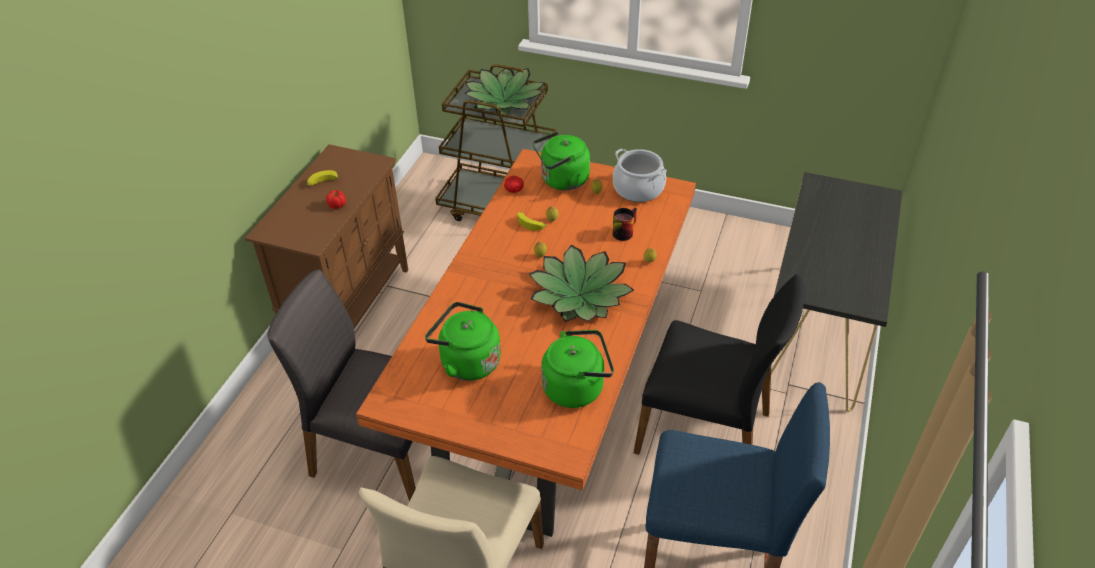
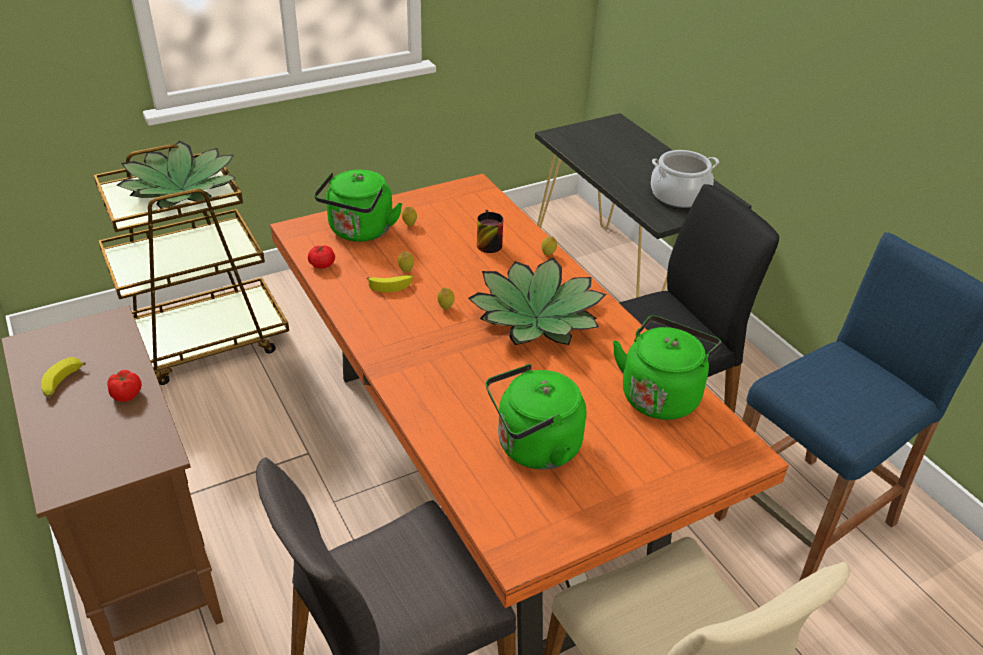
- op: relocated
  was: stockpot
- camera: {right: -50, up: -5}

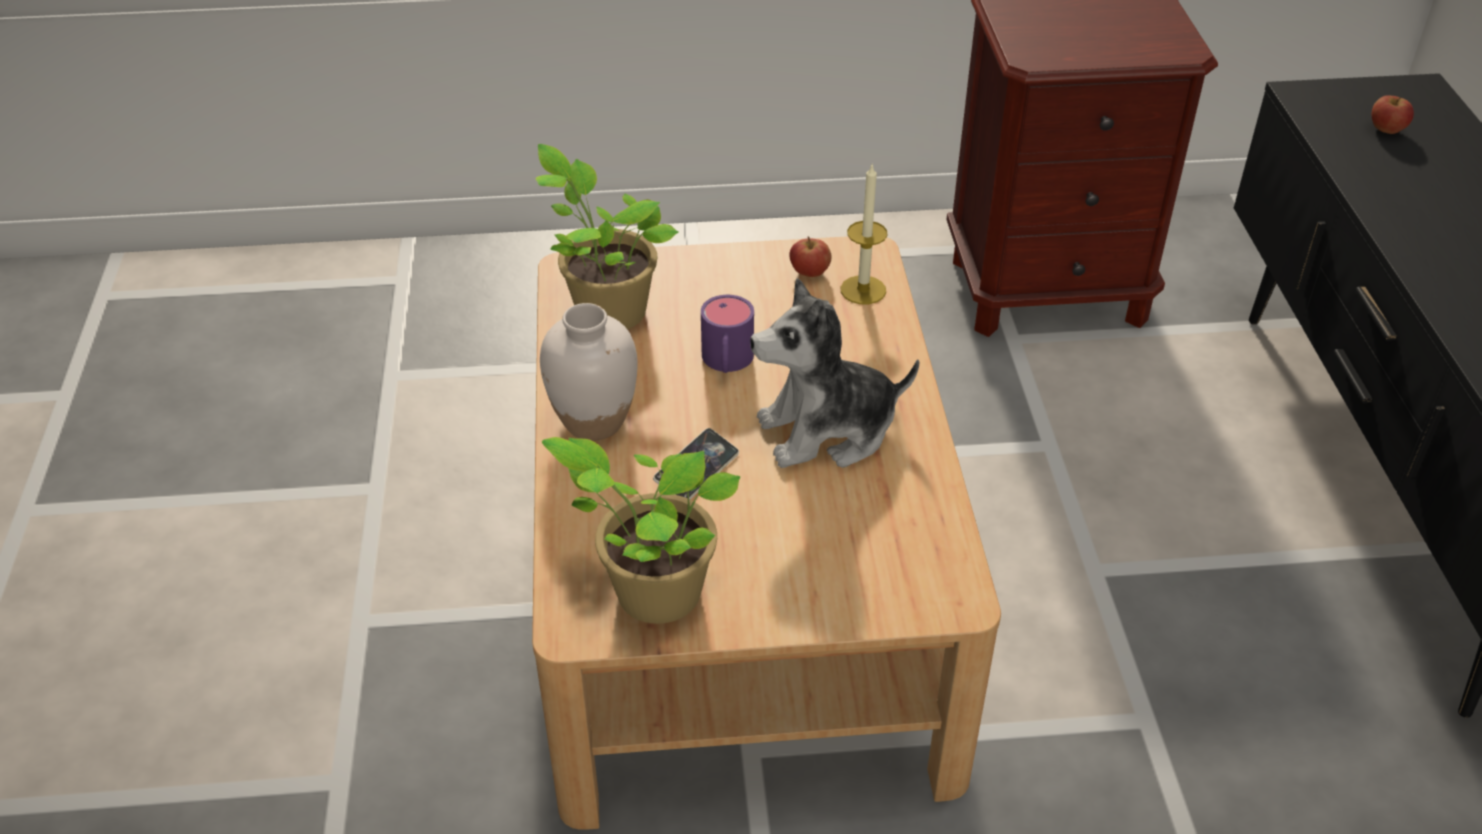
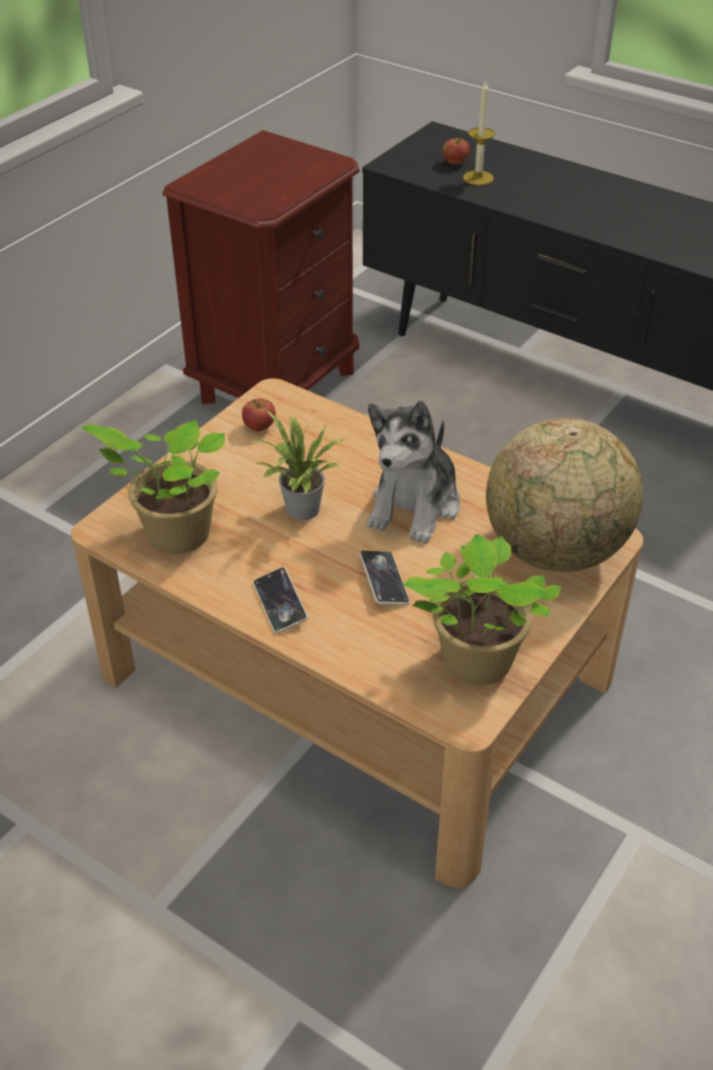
- op: appeared
  now: globe
- op: relocated
  was: wax light
- op: exchanged
  was: white vase
  now: phone (no. 1 from left)
- op: exchanged
  was: purplish mug
  now: potted plant (no. 2 from left)
- camera: {right: -50, up: 0}

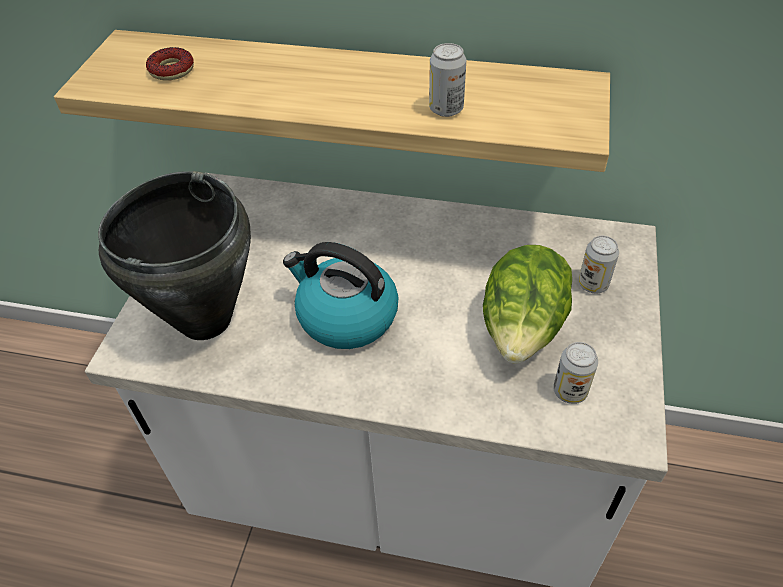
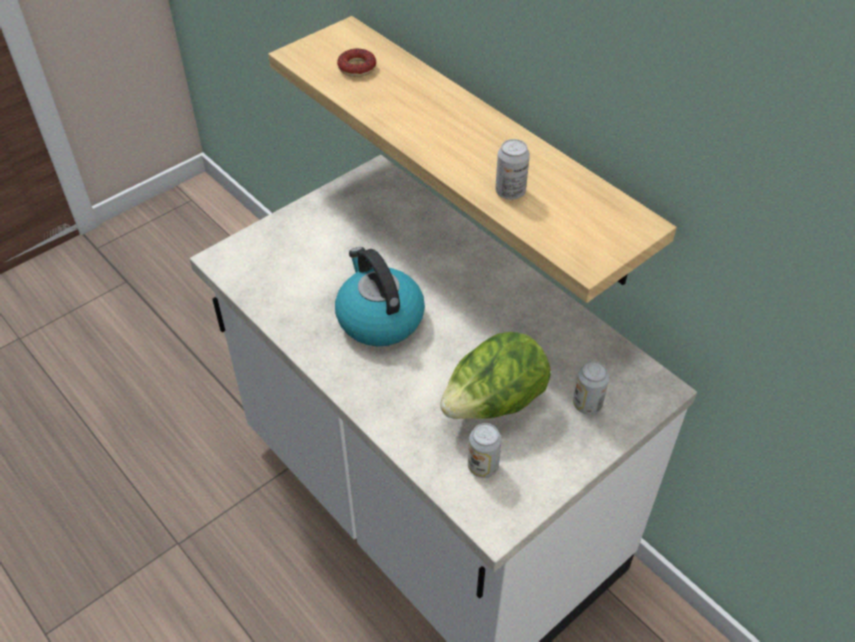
- op: missing
  was: black-coloured stockpot
- camera: {right: 35, up: 0}

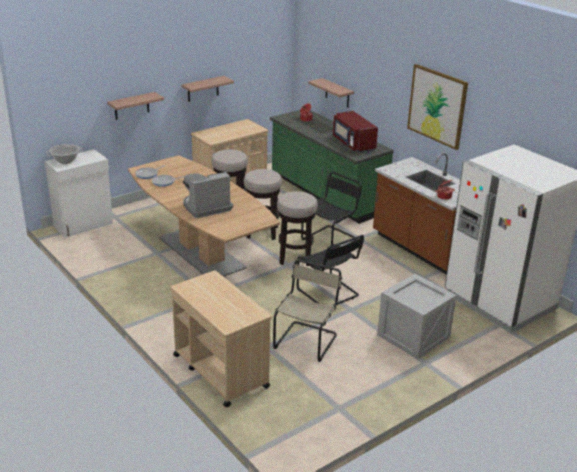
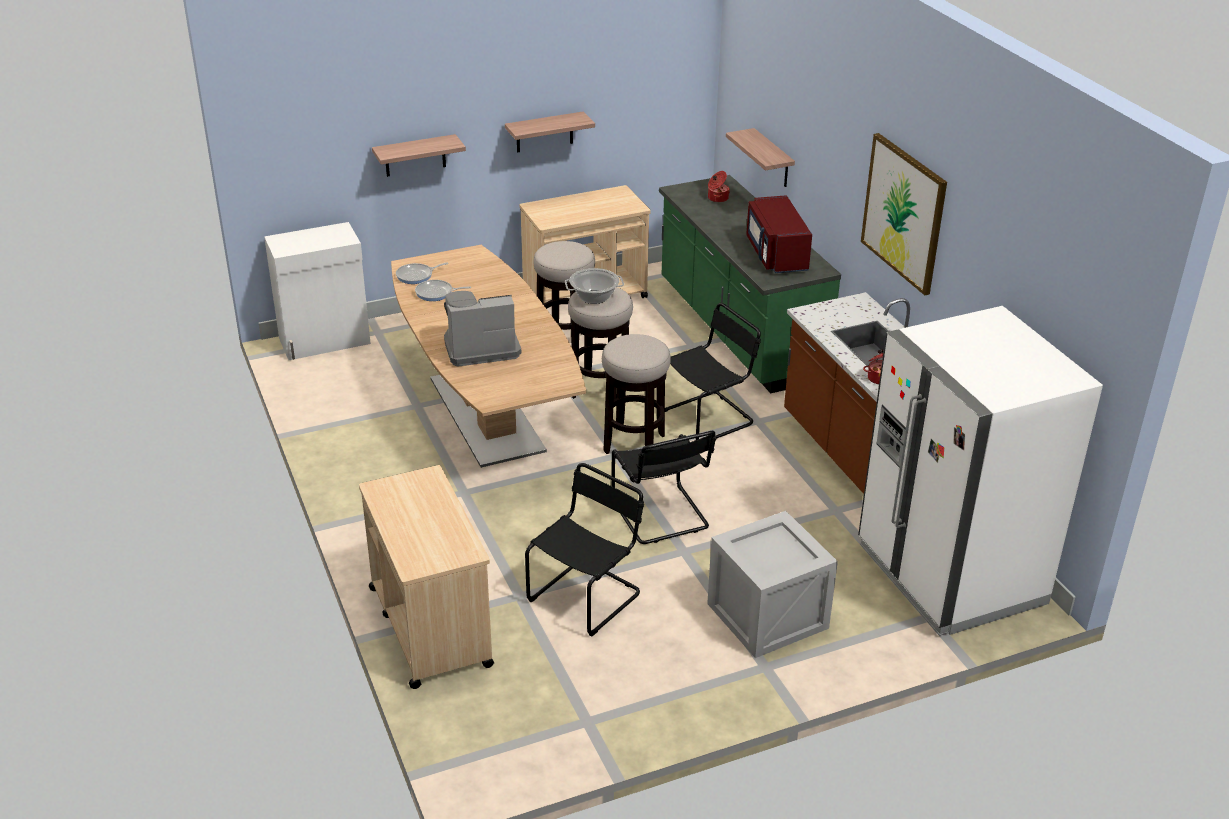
- op: relocated
  was: stockpot (no. 1 from left)
- op: colour
  was: beige-coloured upright chair
  now: black-coloured upright chair (no. 1 from left)
- camera: {right: 15, up: 5}

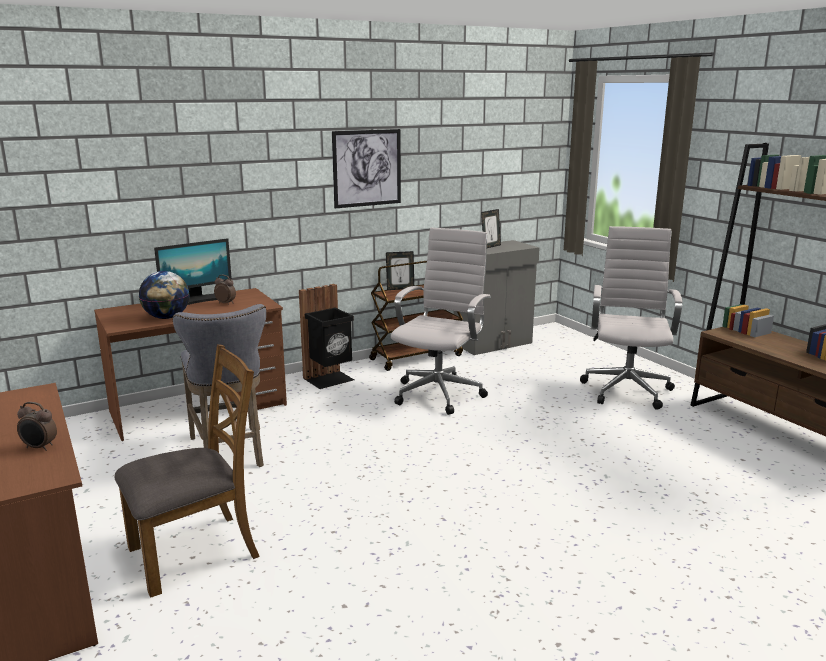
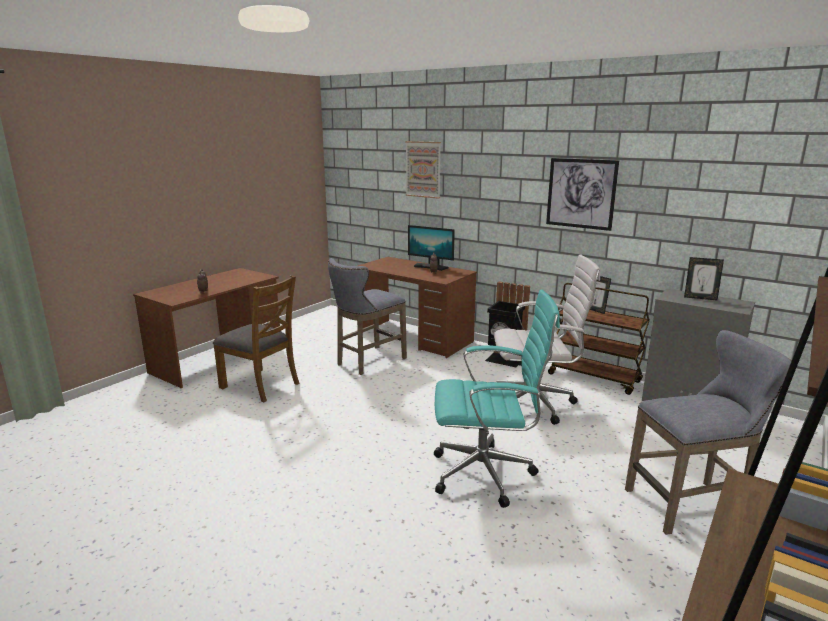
- op: missing
  was: globe
- op: appeared
  now: picture (no. 1 from left)
- op: appeared
  now: blue-green office chair
- op: exchanged
  was: white office chair (no. 2 from left)
  now: gray stool (no. 2 from left)
- camera: {right: 65, up: 0}

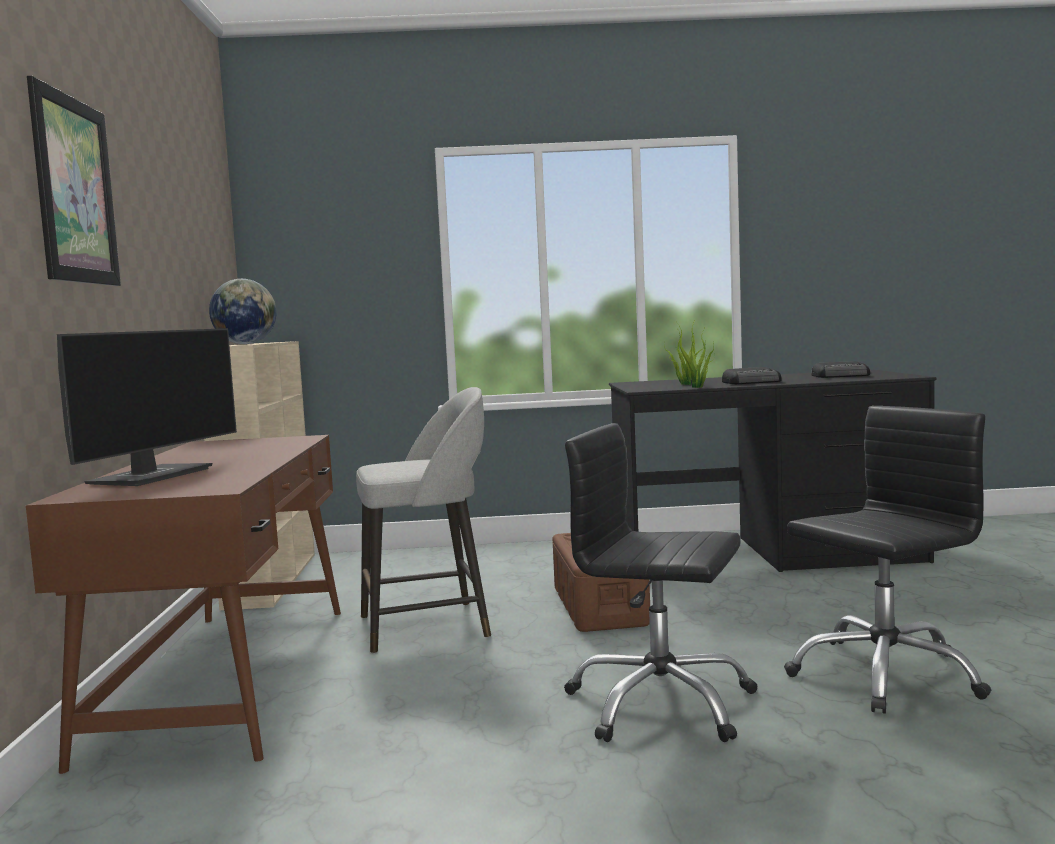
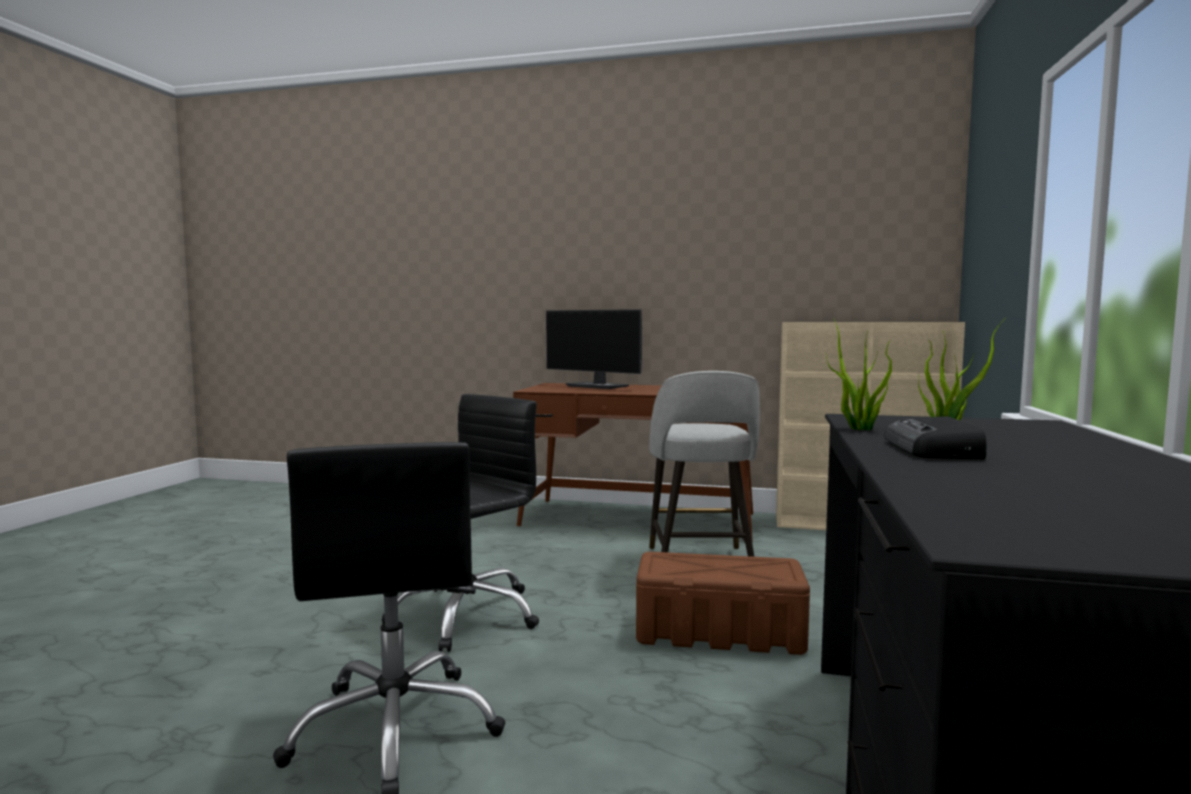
- op: missing
  was: picture
- op: missing
  was: globe
- op: missing
  was: radio receiver (no. 2 from left)
- camera: {right: 105, up: 0}

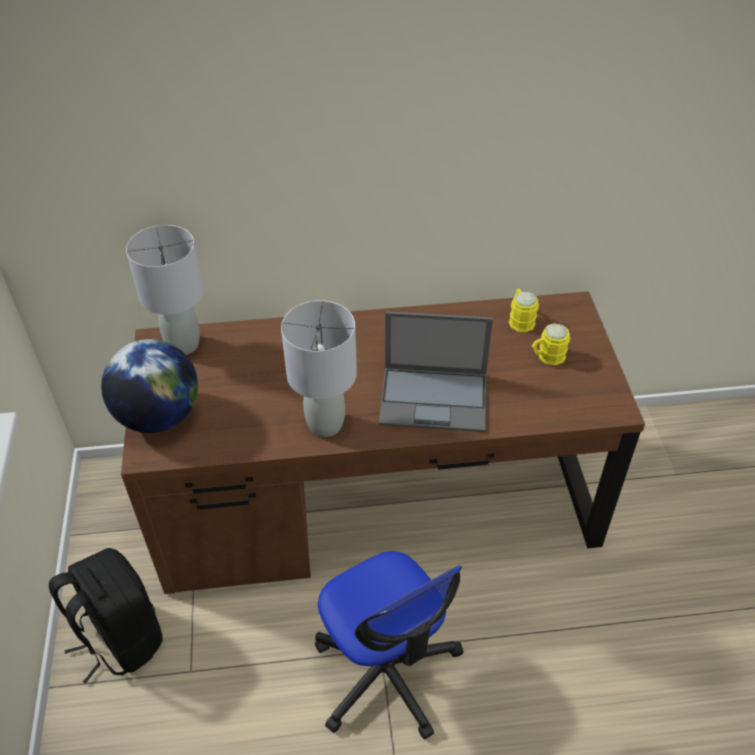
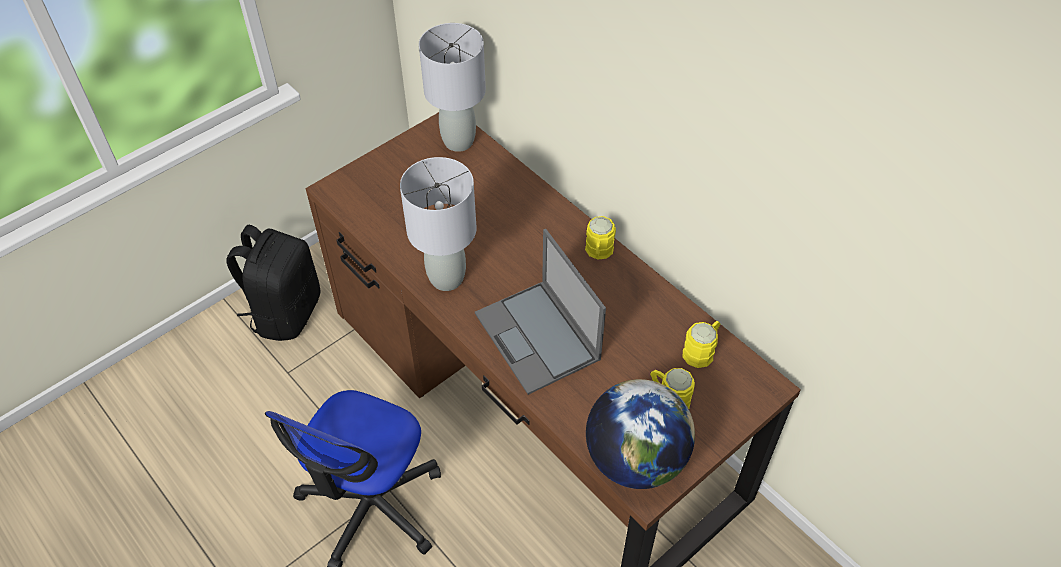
- op: appeared
  now: yellowish mug (no. 1 from left)
- op: relocated
  was: globe
- camera: {right: 55, up: 5}

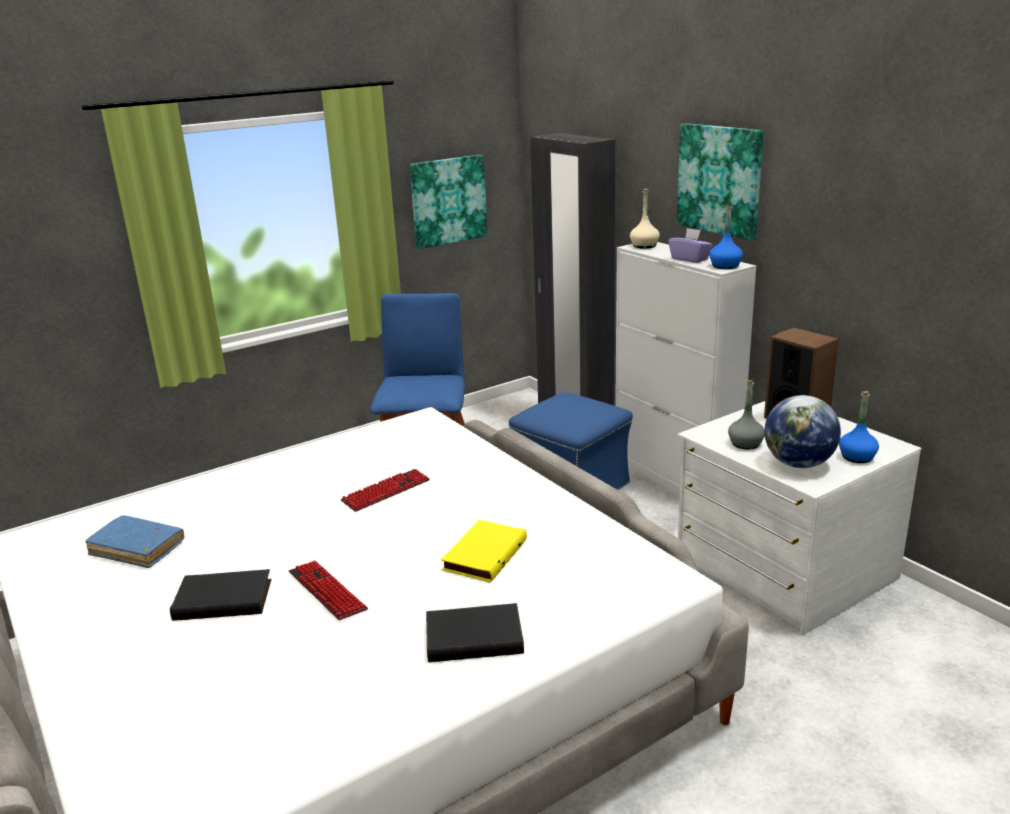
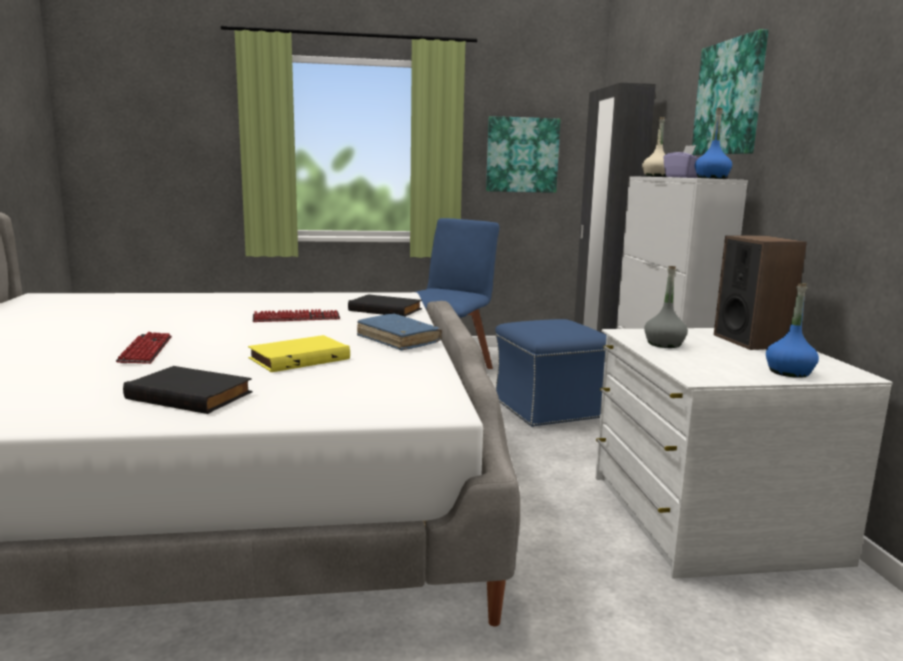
- op: missing
  was: globe
- op: relocated
  was: blue volume
- op: relocated
  was: black-coloured volume (no. 1 from left in the first image)
  now: black-coloured volume (no. 2 from left)
- camera: {right: 25, up: -10}

